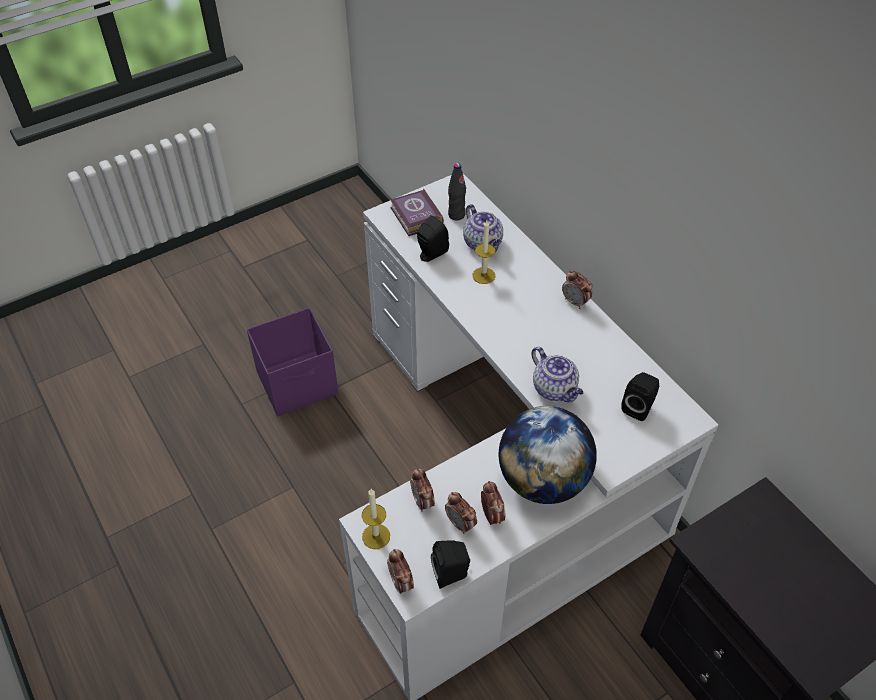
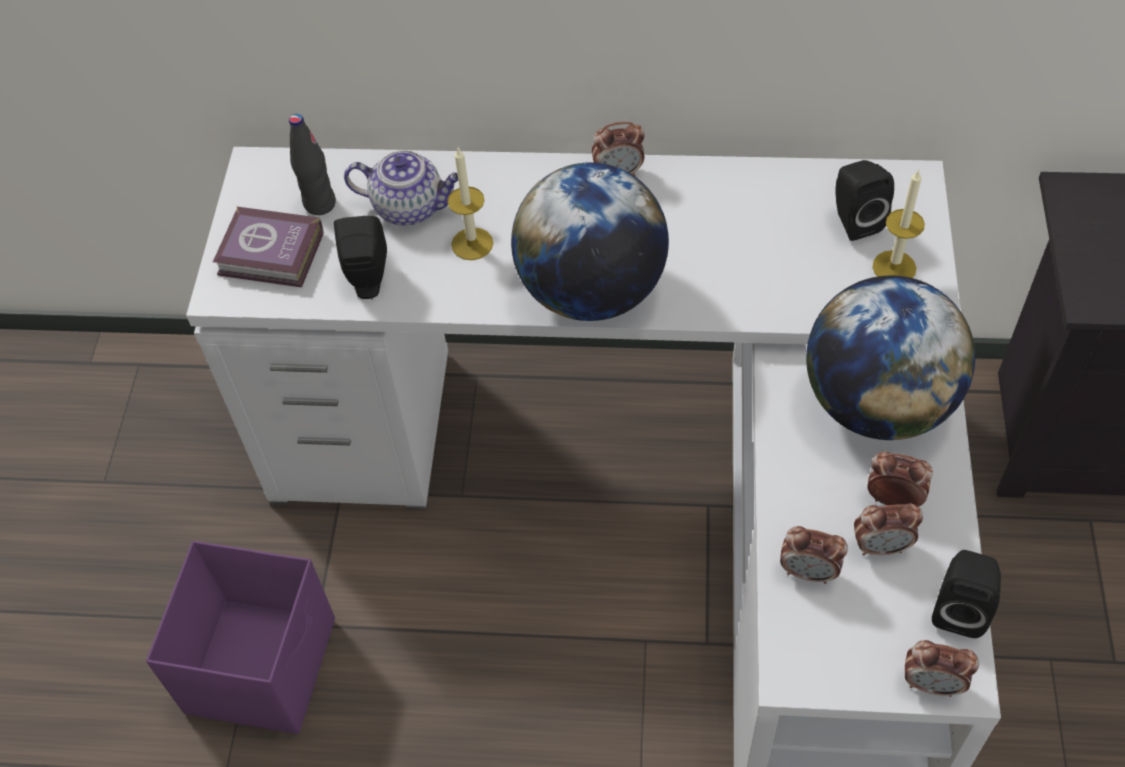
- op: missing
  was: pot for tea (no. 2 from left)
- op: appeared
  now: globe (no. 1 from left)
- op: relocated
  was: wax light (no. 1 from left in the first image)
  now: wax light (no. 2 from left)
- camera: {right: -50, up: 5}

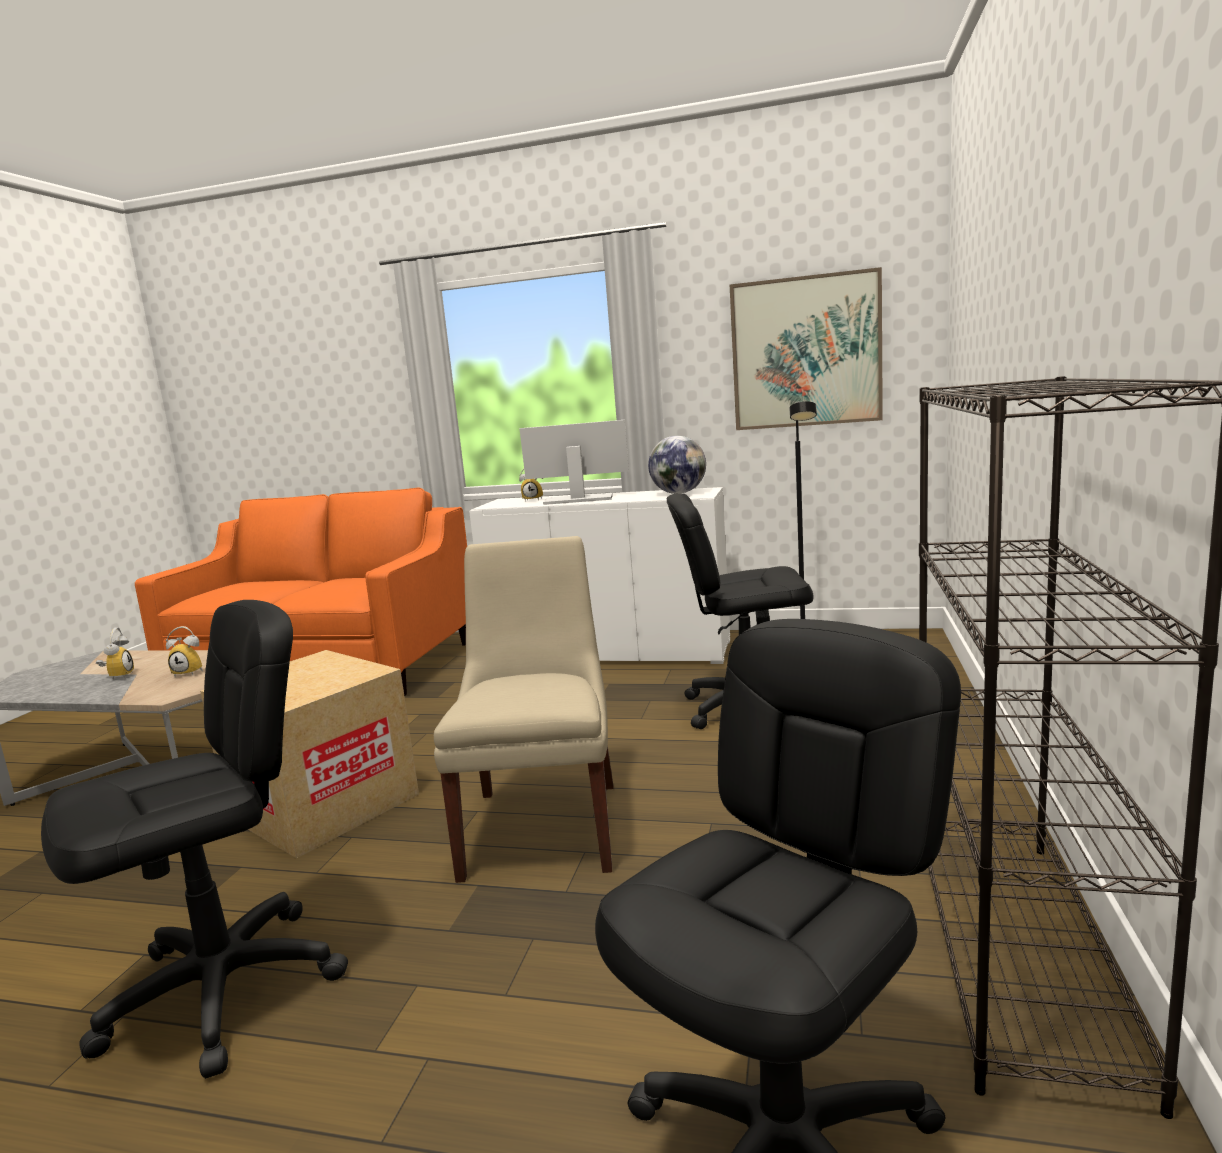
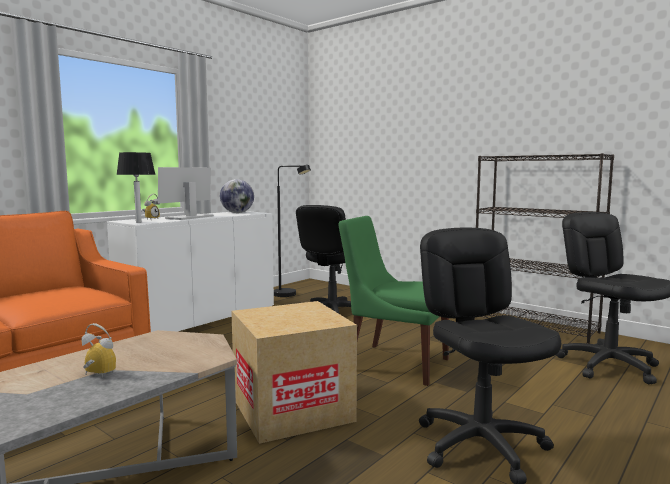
- op: missing
  was: alarm clock (no. 2 from left)
- op: missing
  was: picture
- op: appeared
  now: lamp for a table
- op: colour
  was: beige-coloured upright chair
  now: greenish upright chair
- camera: {right: -65, up: -5}

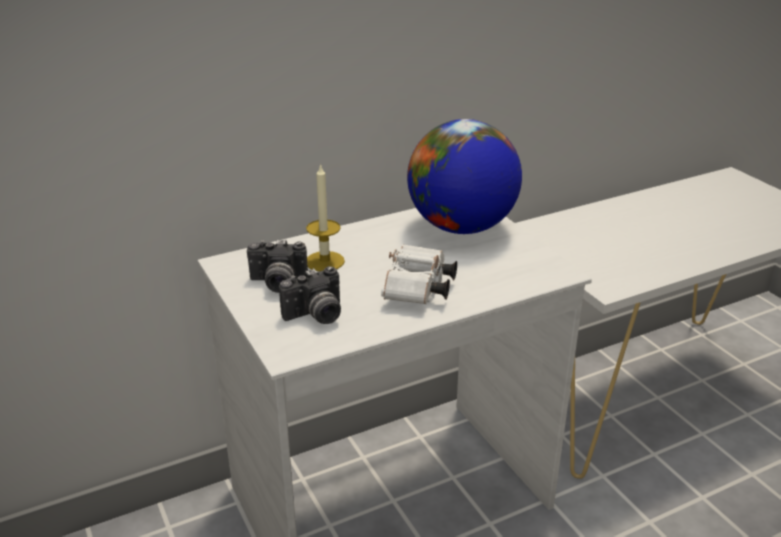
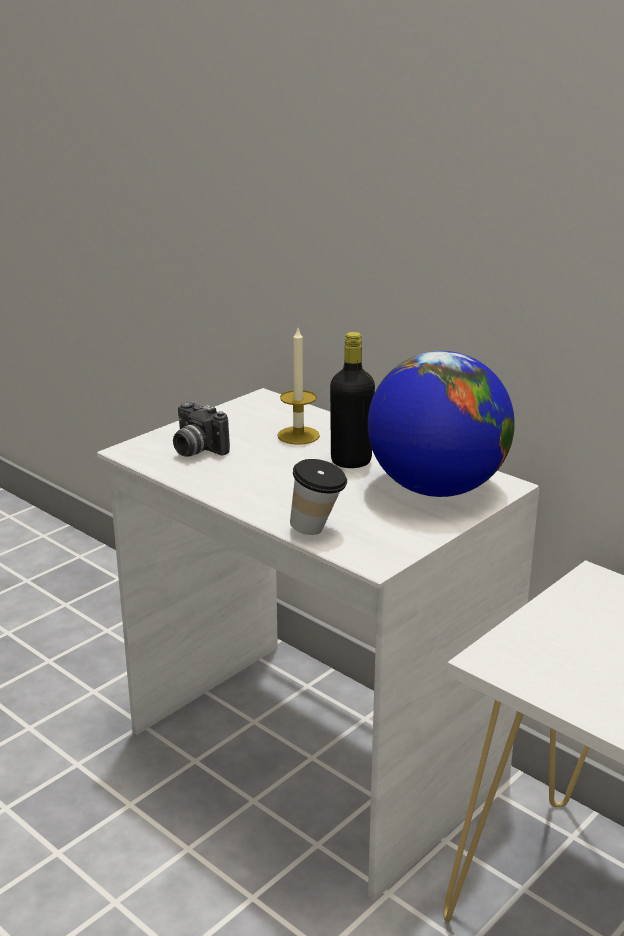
- op: missing
  was: photo camera (no. 1 from left)
- op: missing
  was: white field glasses
- op: appeared
  now: drinking cup
- op: appeared
  now: black-coloured drink bottle
- camera: {right: 70, up: -5}

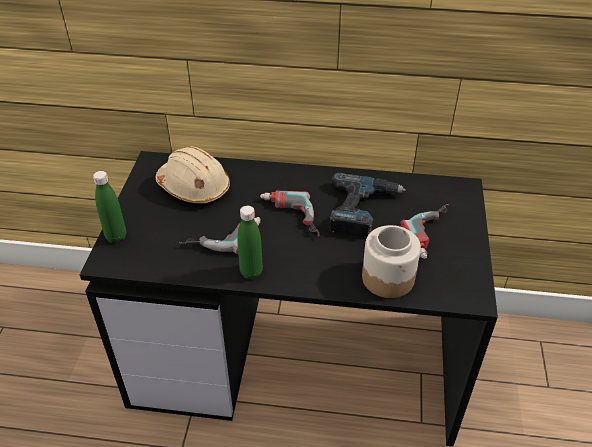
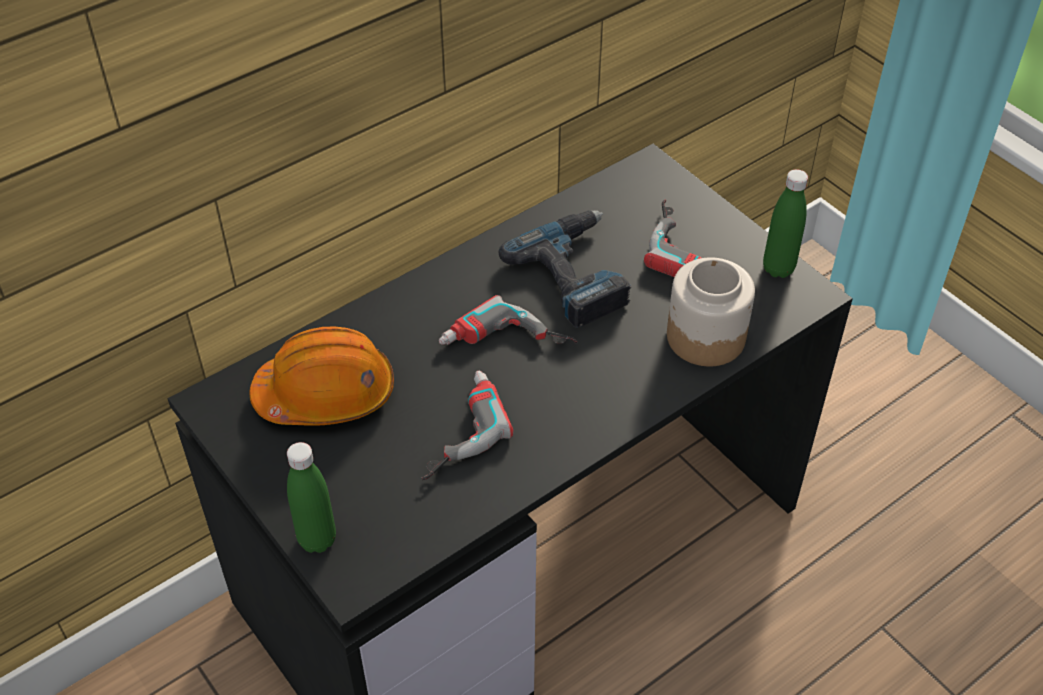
- op: relocated
  was: greenish drink bottle (no. 2 from left)
- op: colour
  was: beige-coloured work helmet
  now: orangey work helmet
- camera: {right: -45, up: 5}

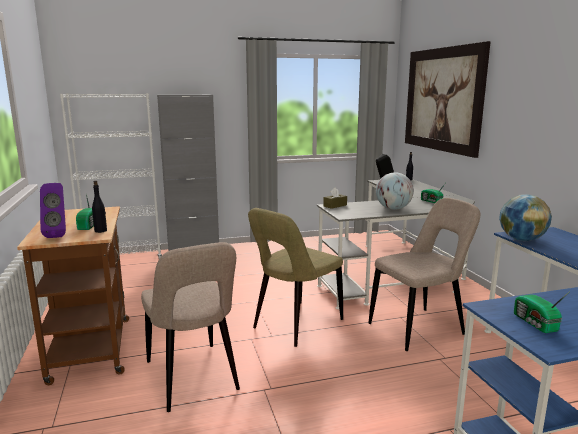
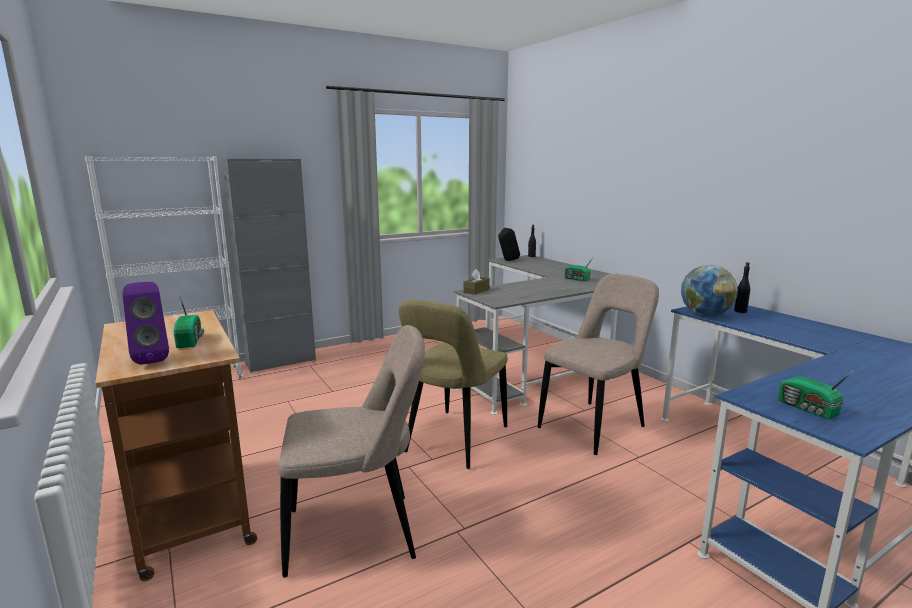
- op: missing
  was: globe (no. 1 from left)
- op: missing
  was: picture
- op: relocated
  was: black-coloured drink bottle (no. 1 from left in the first image)
  now: black-coloured drink bottle (no. 2 from left)
- op: spun
  was: beige-coloured upright chair (no. 1 from left)
  clockwise: -60
- camera: {right: -15, up: 0}

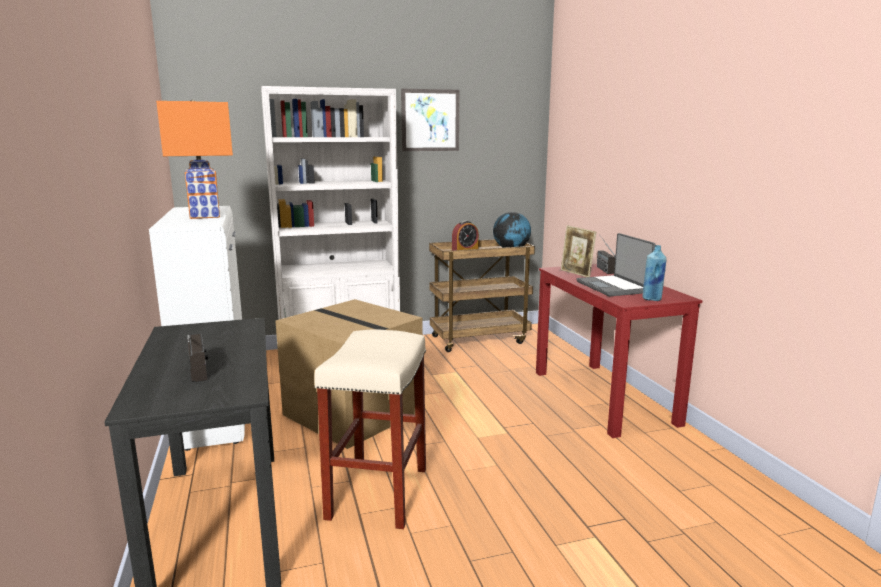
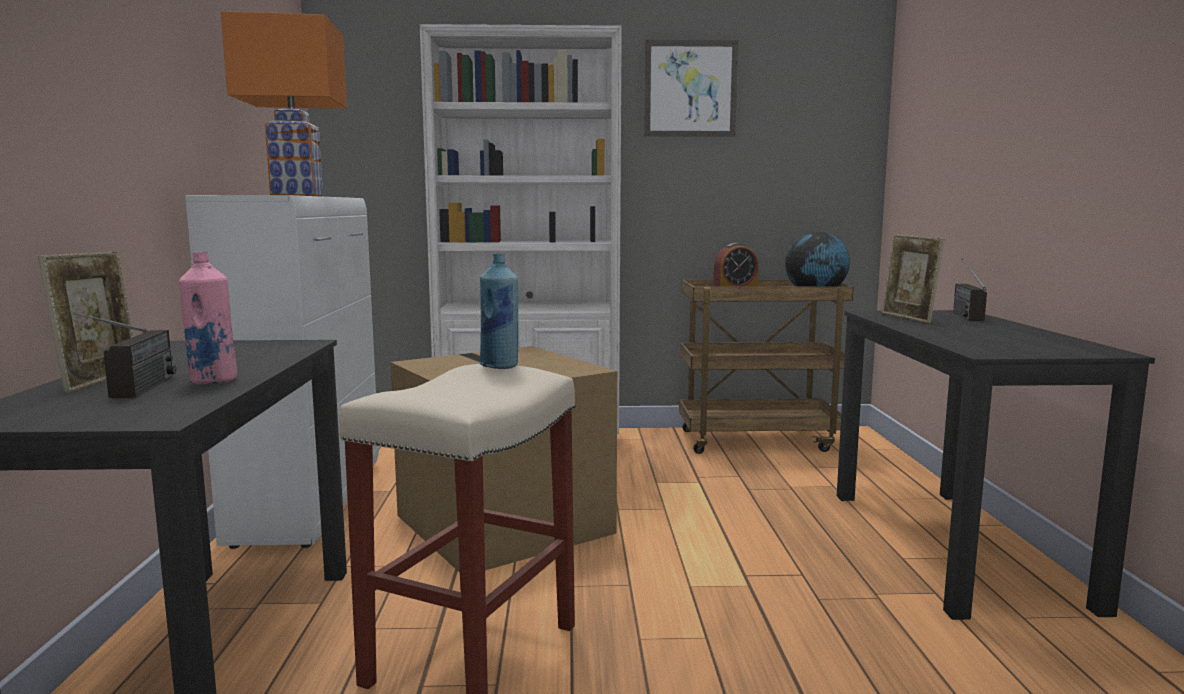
- op: missing
  was: laptop
- op: appeared
  now: photo frame (no. 1 from left)
- op: appeared
  now: pink drink bottle
- op: relocated
  was: blue drink bottle
- op: colour
  was: red-coloured desk unit
  now: black-coloured desk unit (no. 2 from left)
- camera: {right: 15, up: -5}

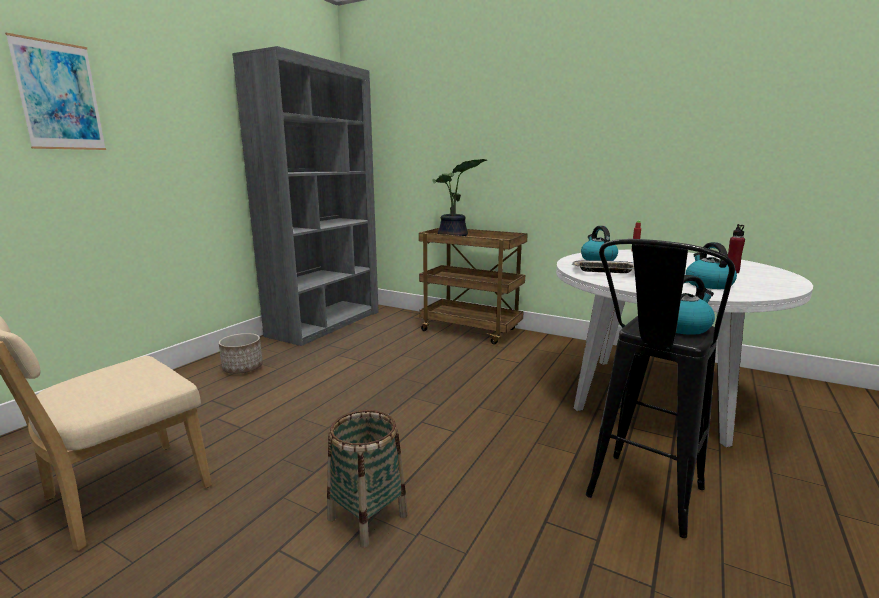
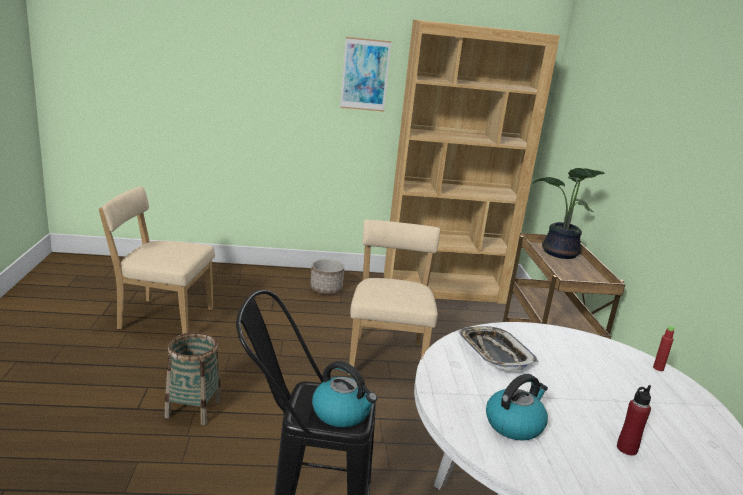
- op: missing
  was: tea kettle (no. 1 from left)
- op: appeared
  now: beige-coloured upright chair (no. 2 from left)
- op: relocated
  was: picture
- op: colour
  was: gray bookshelf
  now: brown bookshelf
- camera: {right: 55, up: 5}

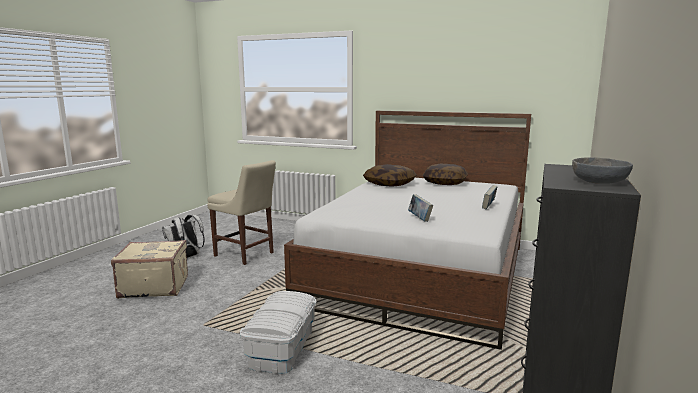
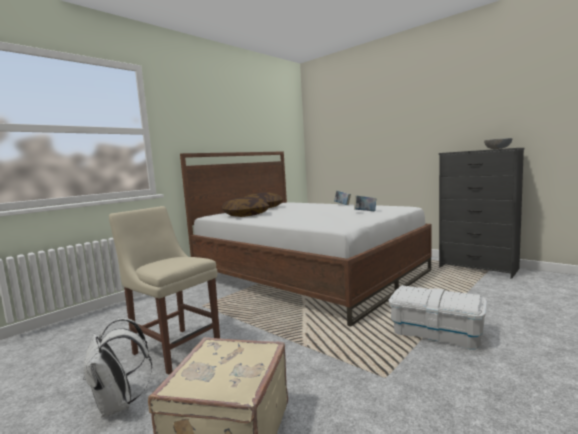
- op: spun
  was: beige-coloured upright chair
  clockwise: -105
- camera: {right: -70, up: -5}

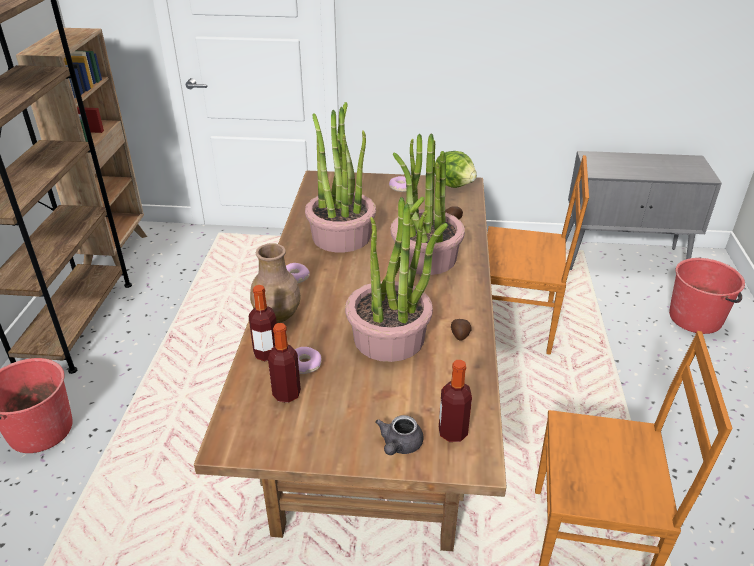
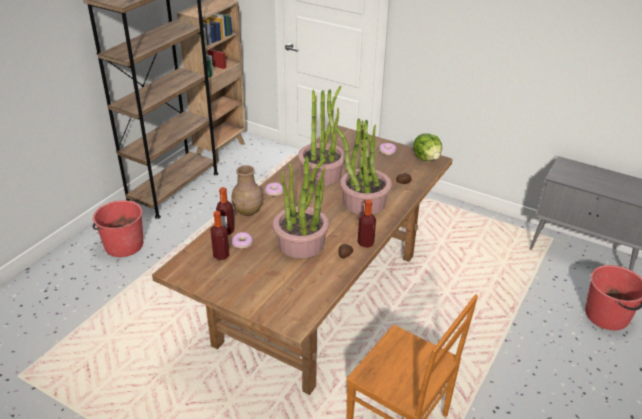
- op: missing
  was: gray pot for tea
- op: missing
  was: brown upright chair (no. 1 from left)
- op: relocated
  was: drink bottle (no. 3 from left)
- camera: {right: 25, up: 0}

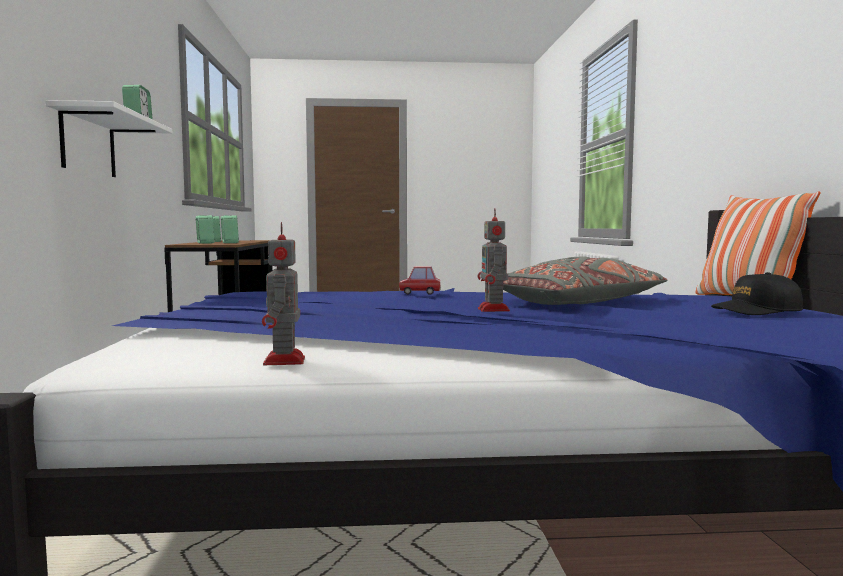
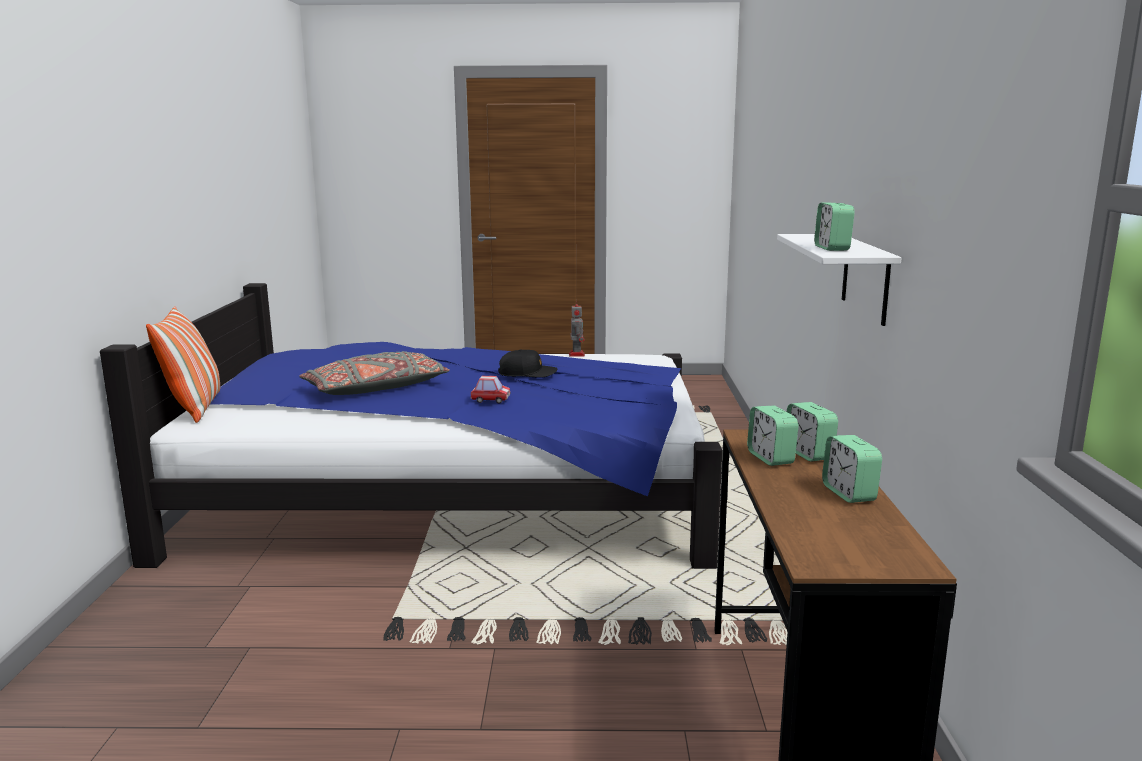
- op: missing
  was: toy robot (no. 2 from left)
- op: relocated
  was: black-coloured peaked cap
- camera: {right: -175, up: 10}

